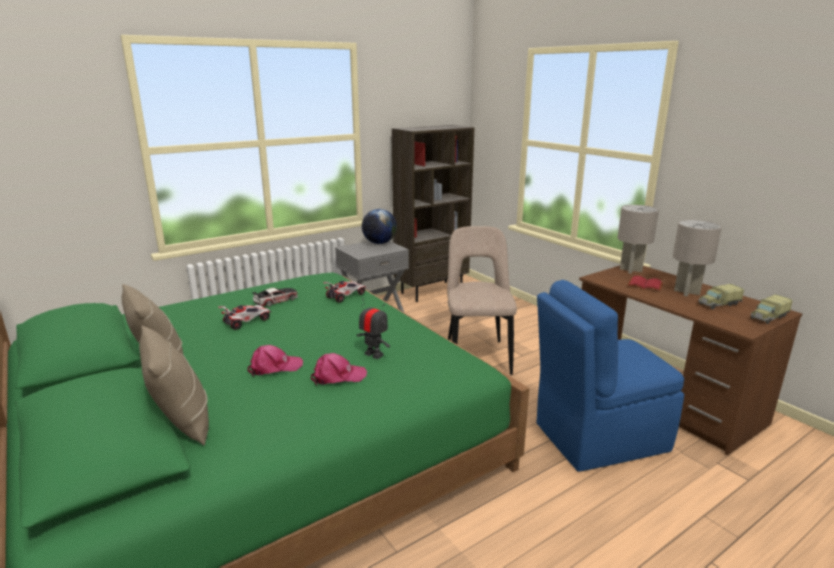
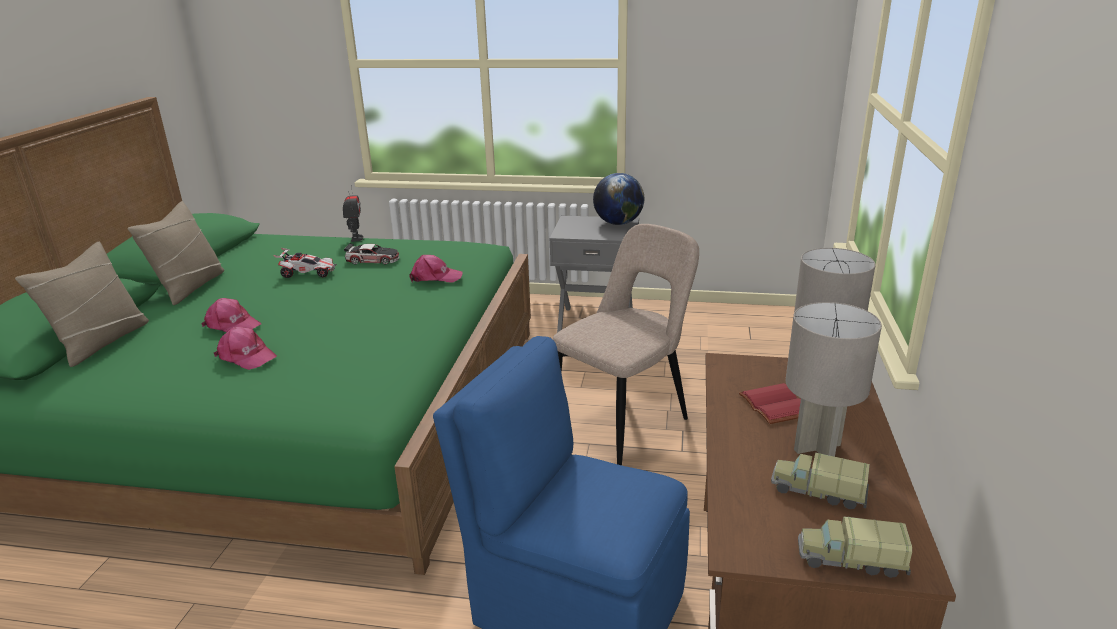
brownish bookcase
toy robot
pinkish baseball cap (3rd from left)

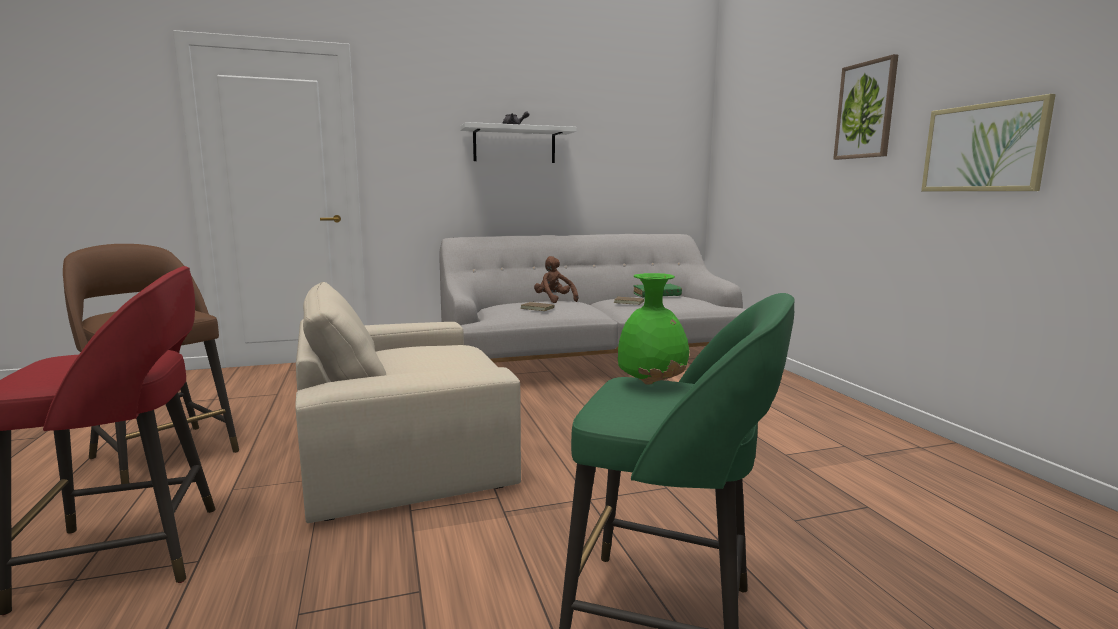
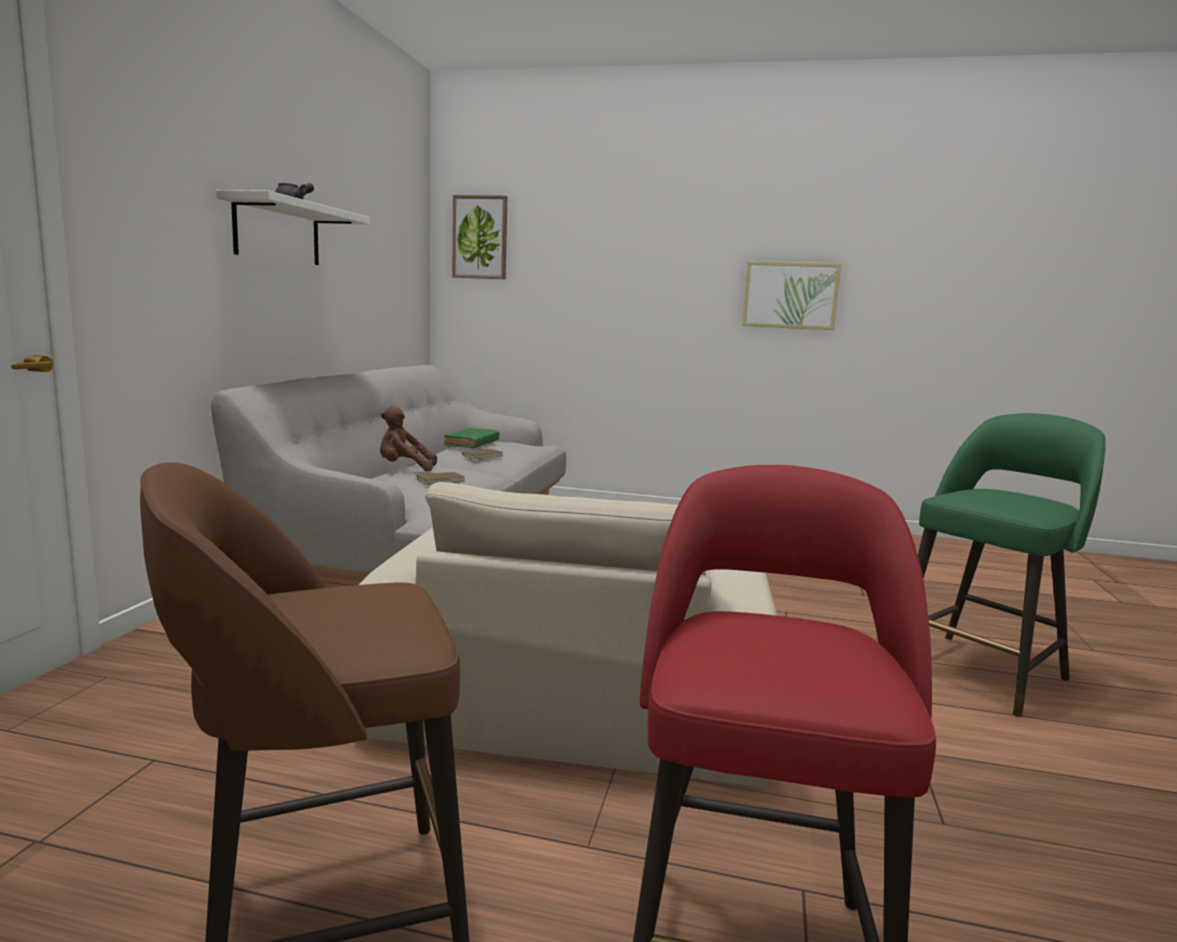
green decorative vase
picture (1st from left)

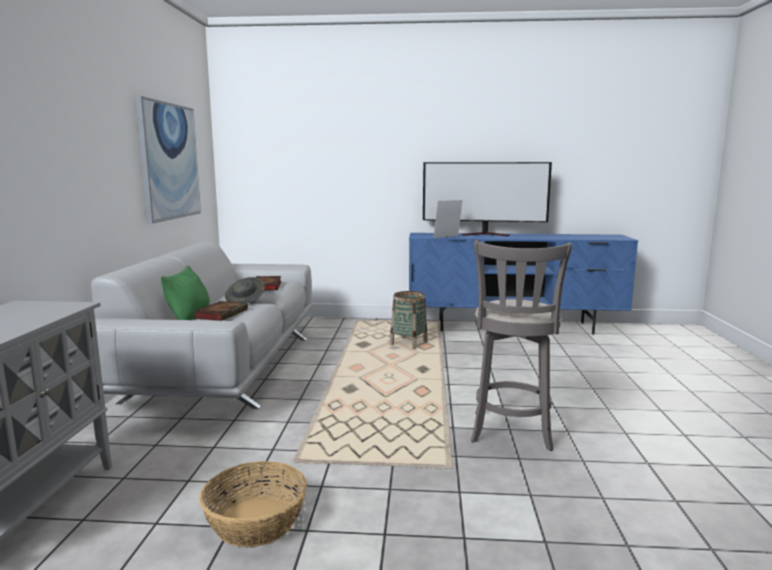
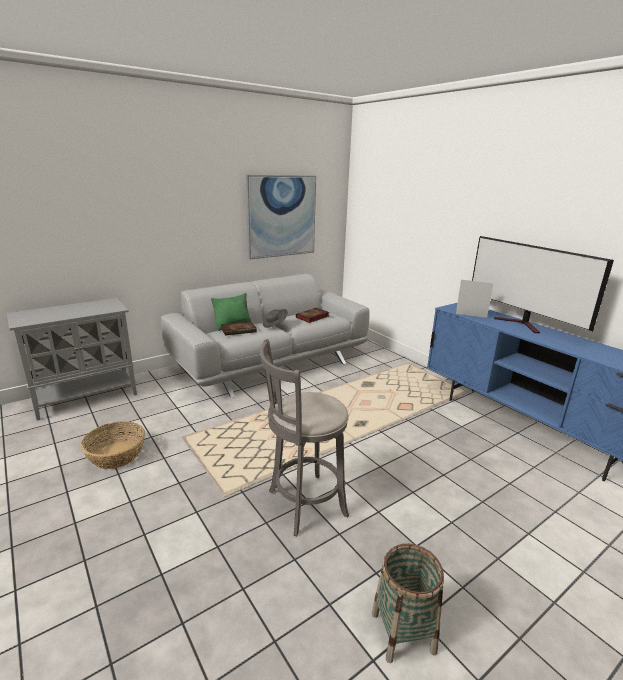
storage basket (2nd from left)

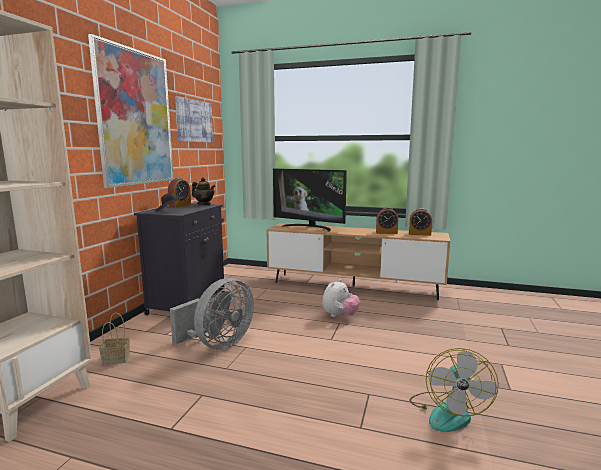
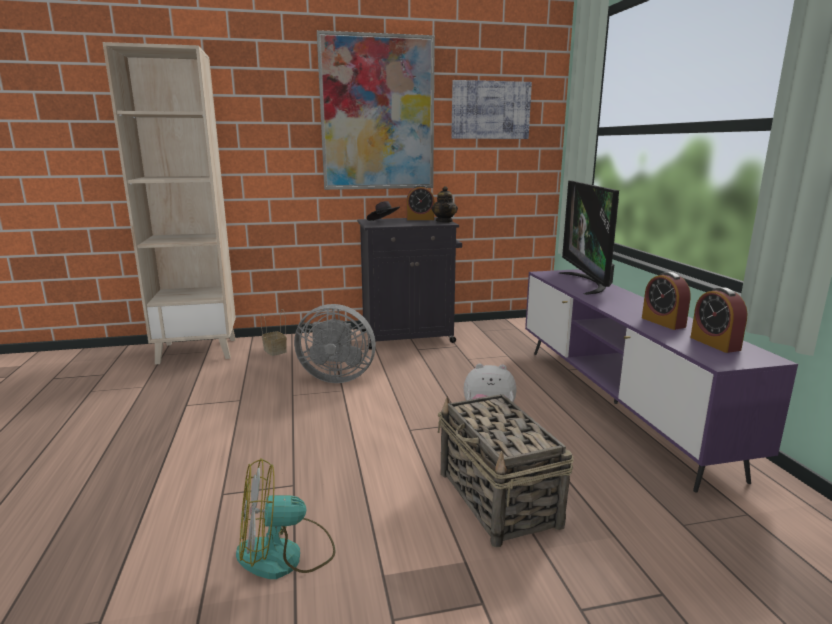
storage basket (2nd from left)
purple-coloured tv stand

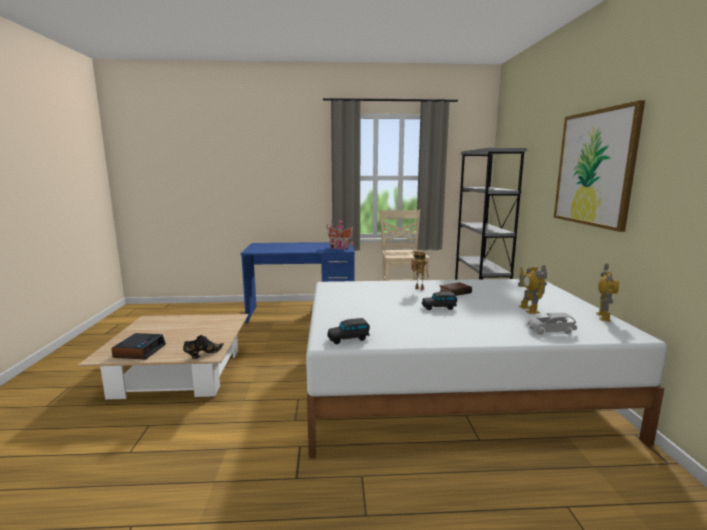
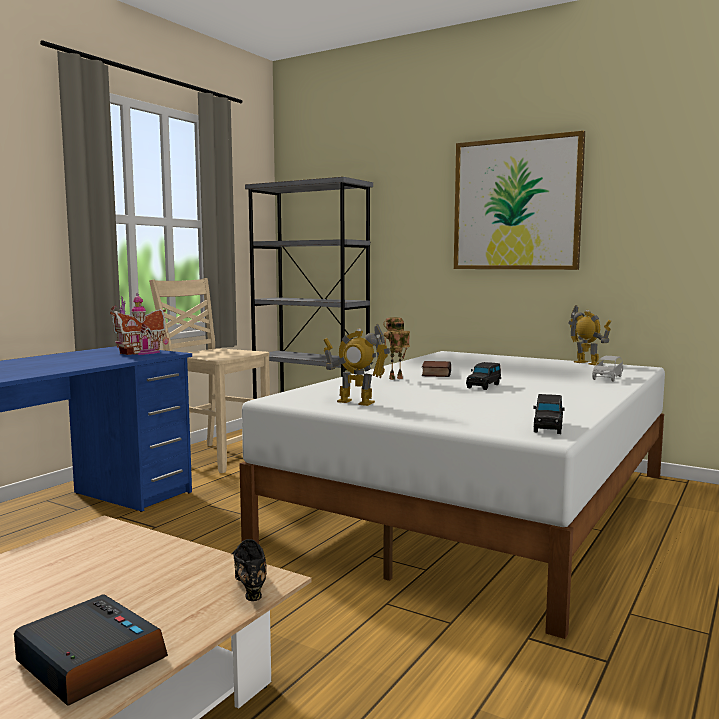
toy robot (1st from left)

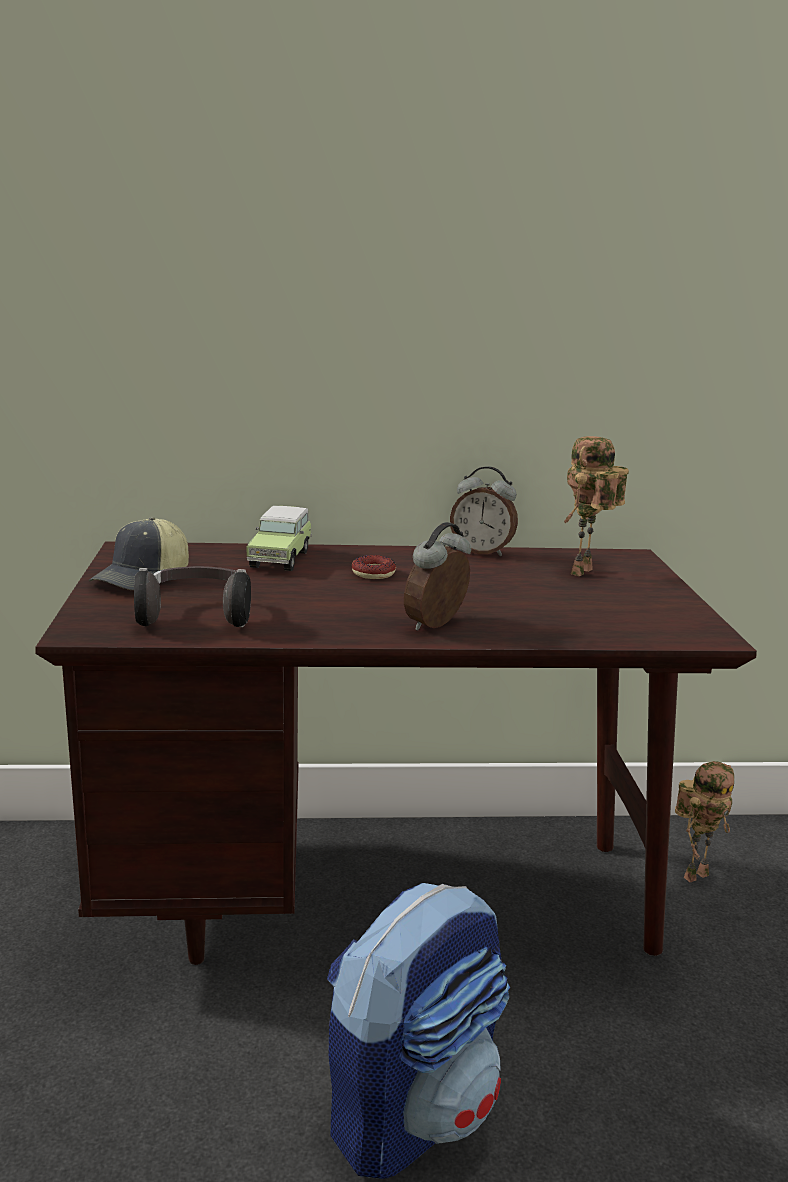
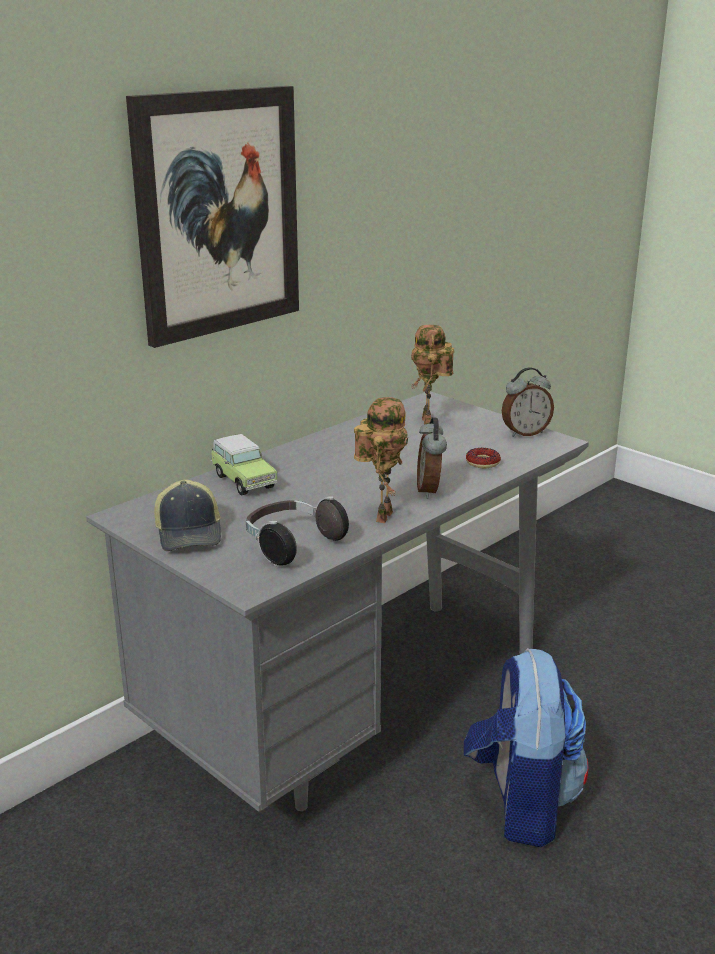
picture
ring doughnut
bedside clock (2nd from left)
toy robot (1st from left)
greyish desk unit

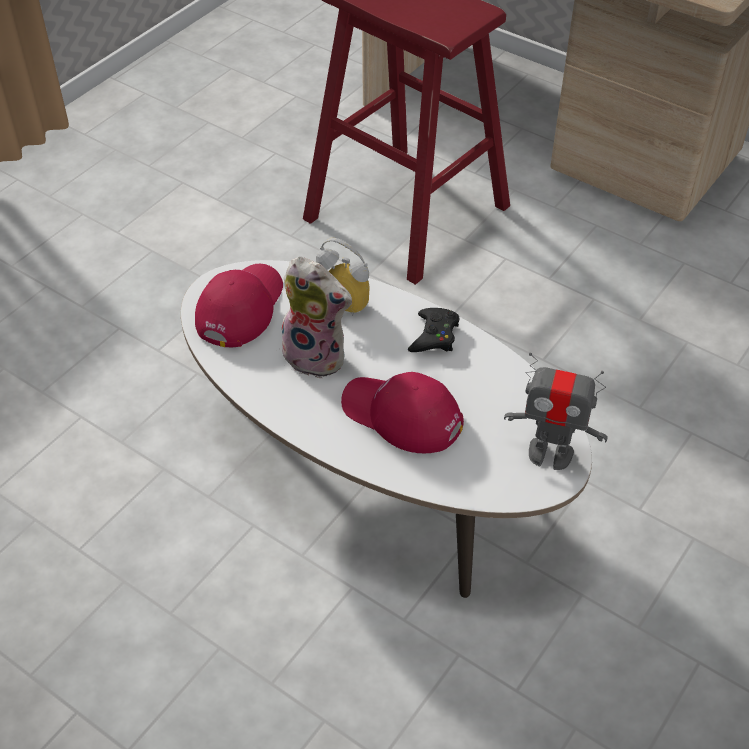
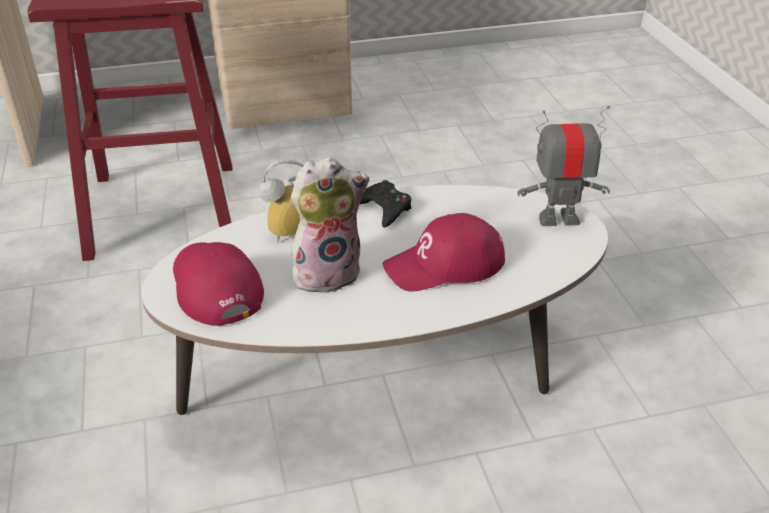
toy robot

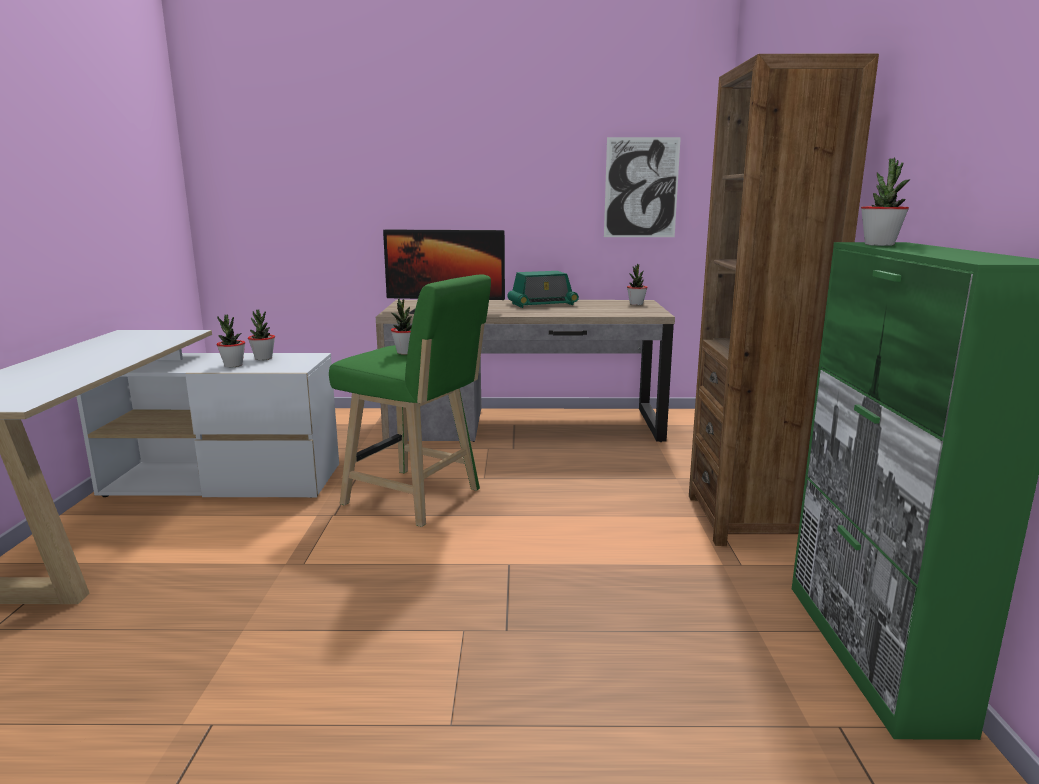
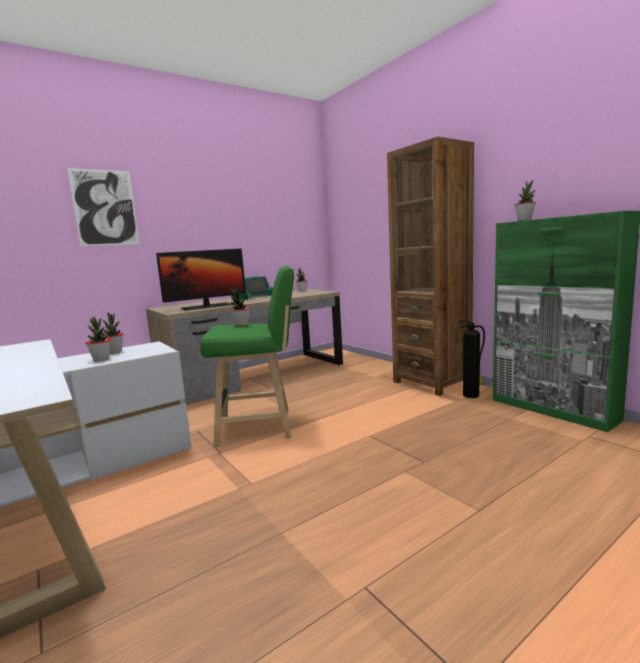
fire-fighting cylinder
picture

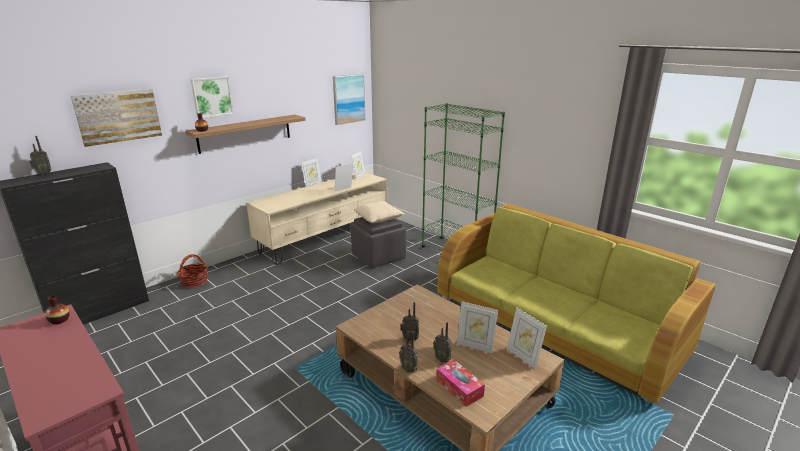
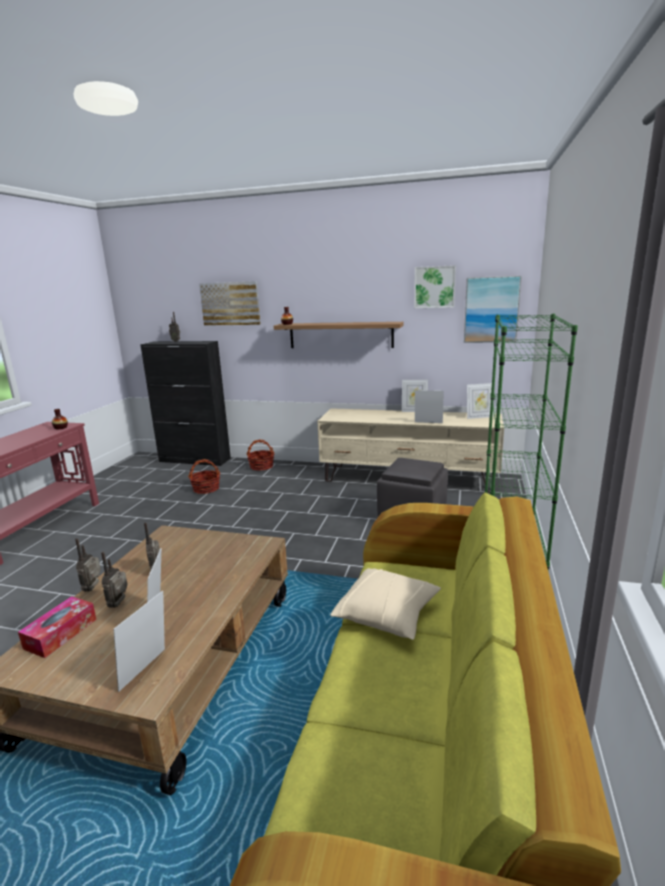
storage basket (1st from left)
picture (2nd from left)
sand-coloured cushion

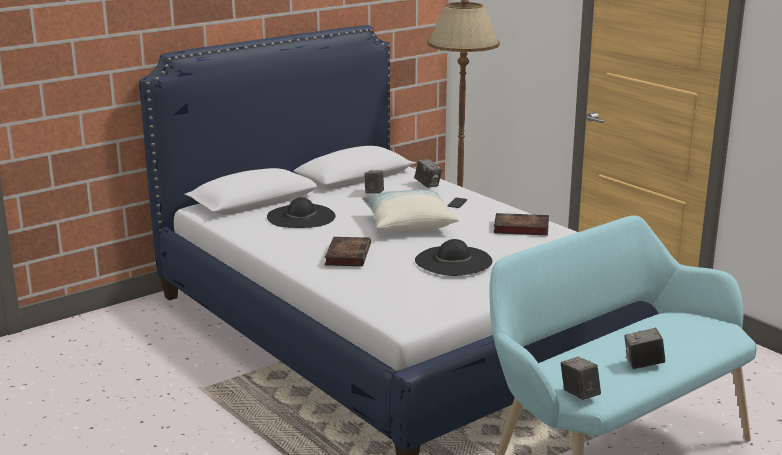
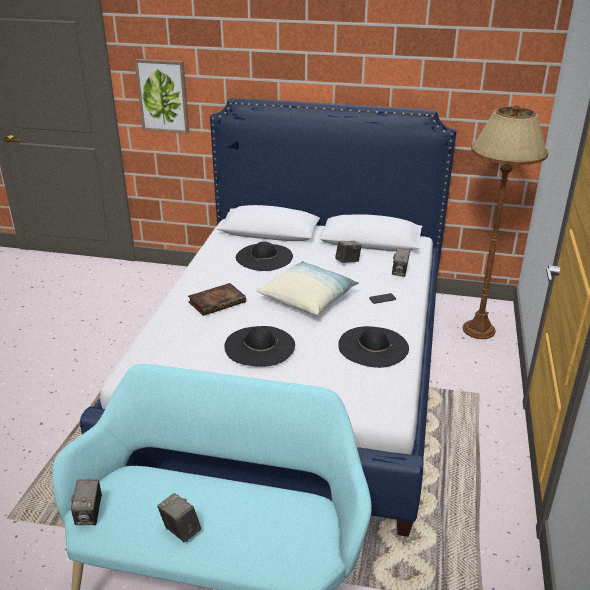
picture
black wearable hat (3rd from left)
photo camera (1st from left)

